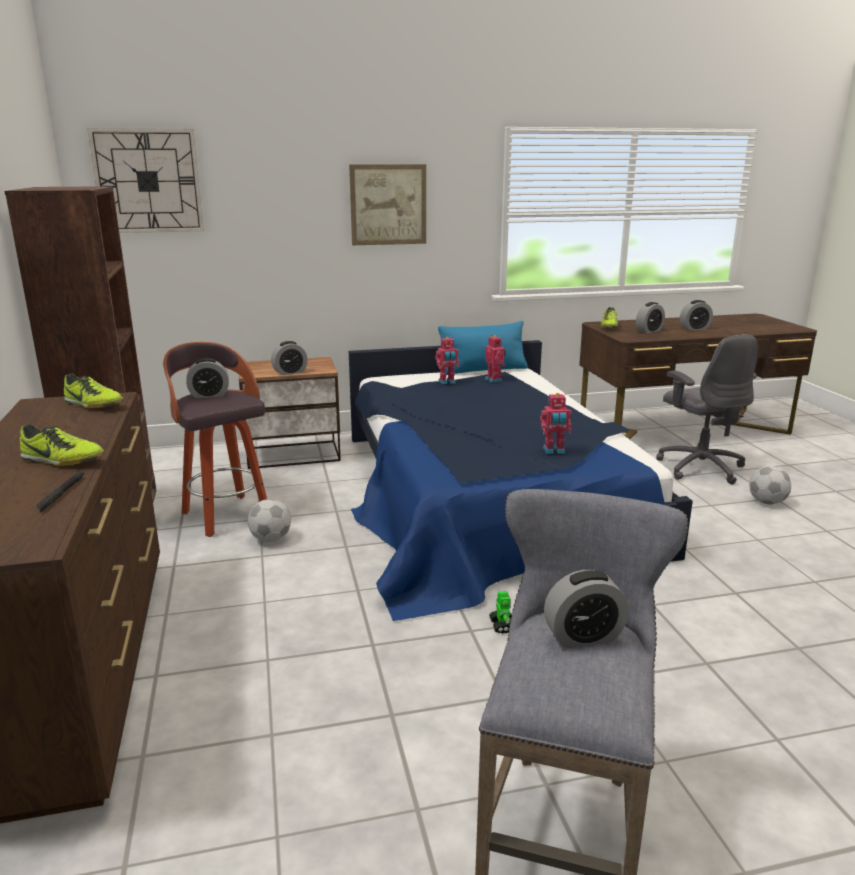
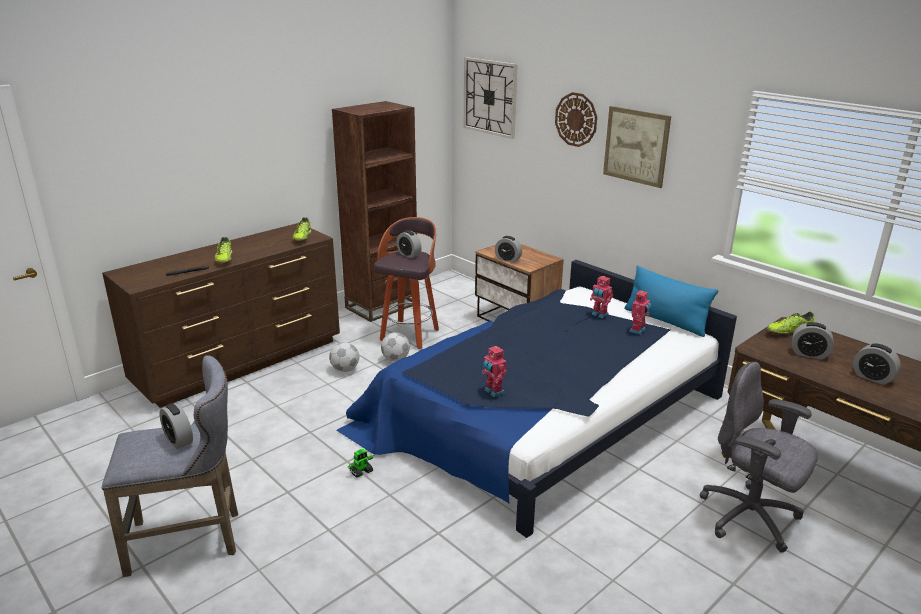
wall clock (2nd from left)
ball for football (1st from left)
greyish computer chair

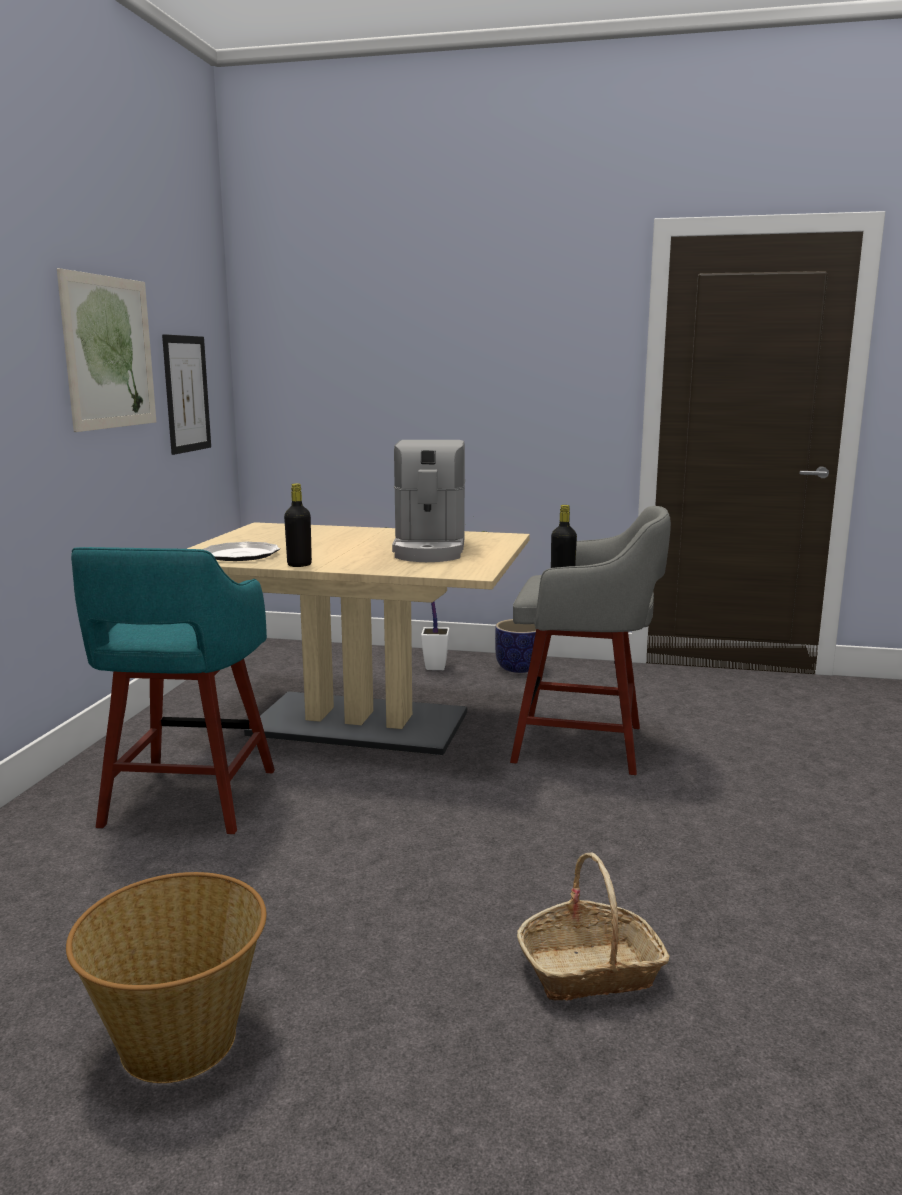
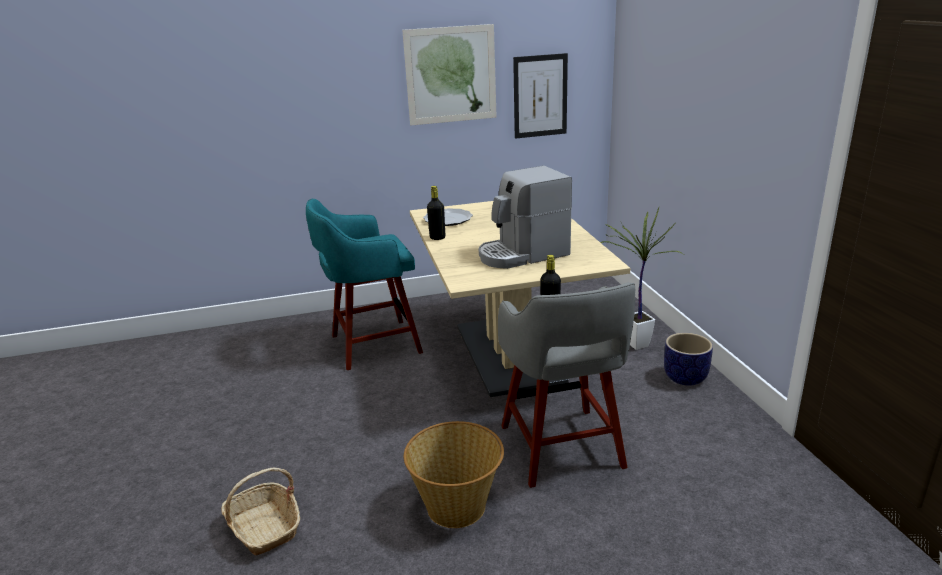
storage basket (2nd from left)

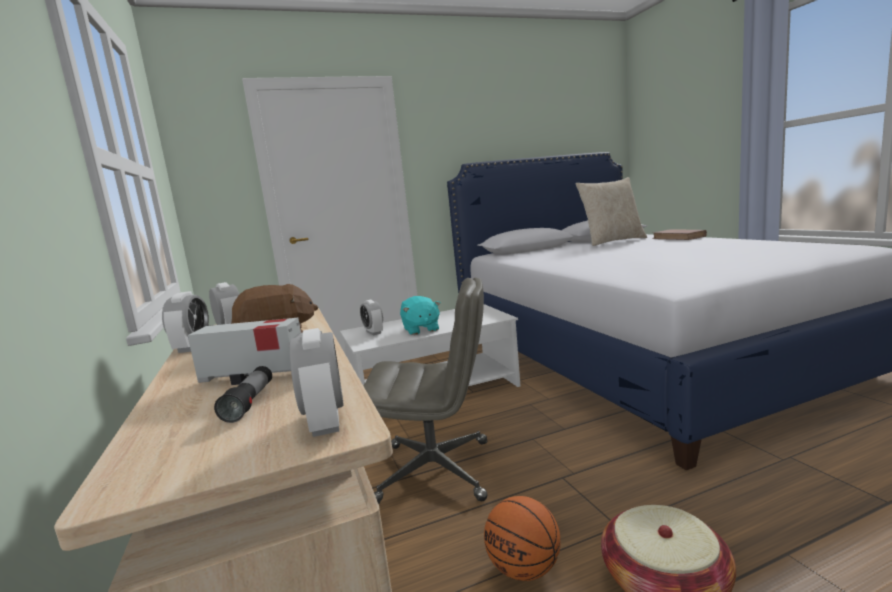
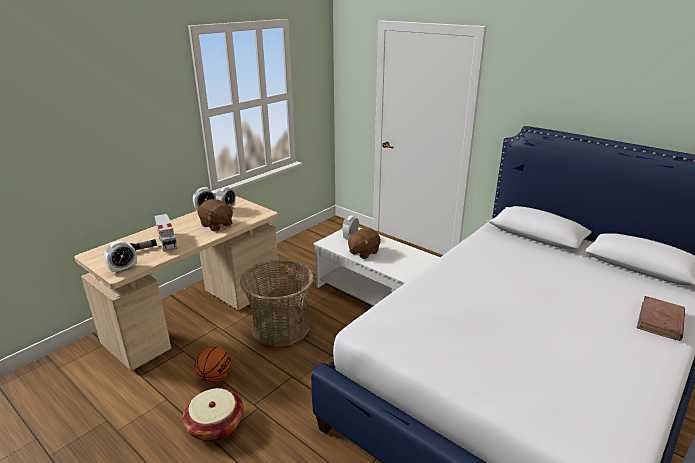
sand-coloured cushion
storage basket (2nd from left)
brownish plush toy (2nd from left)

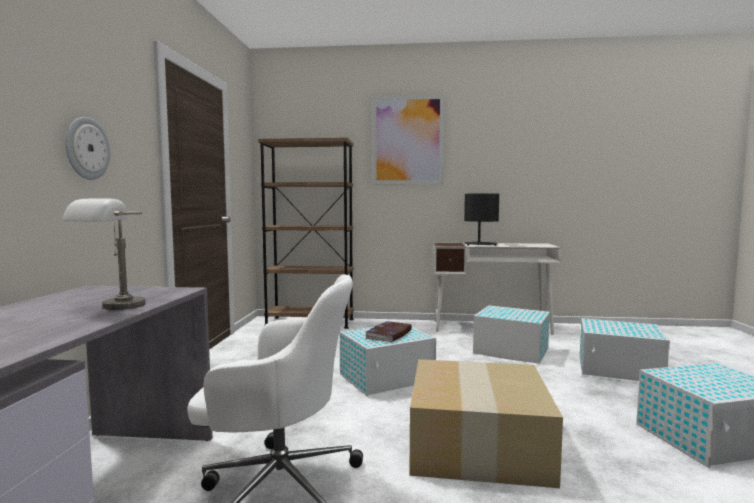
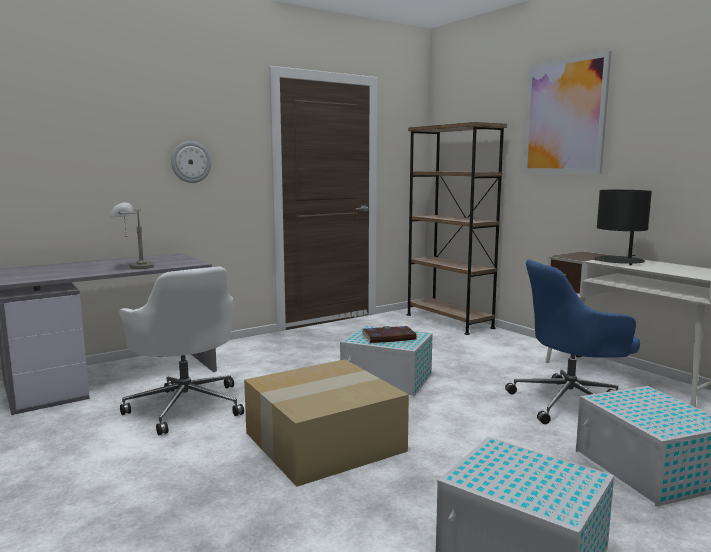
blue computer chair

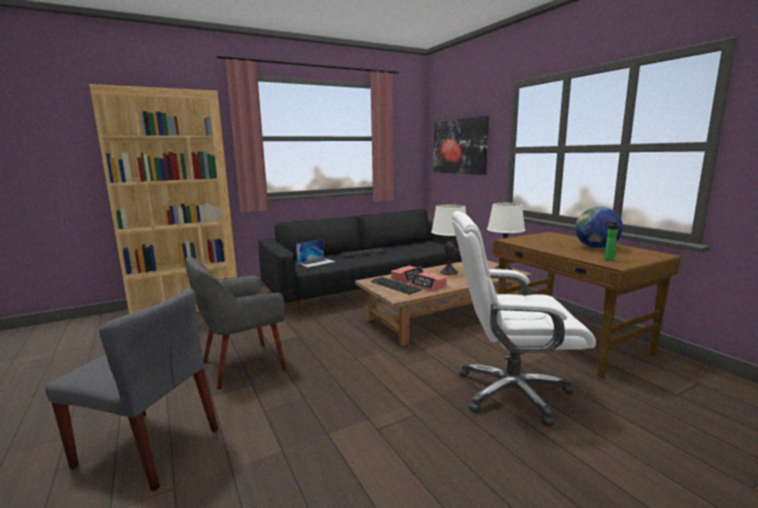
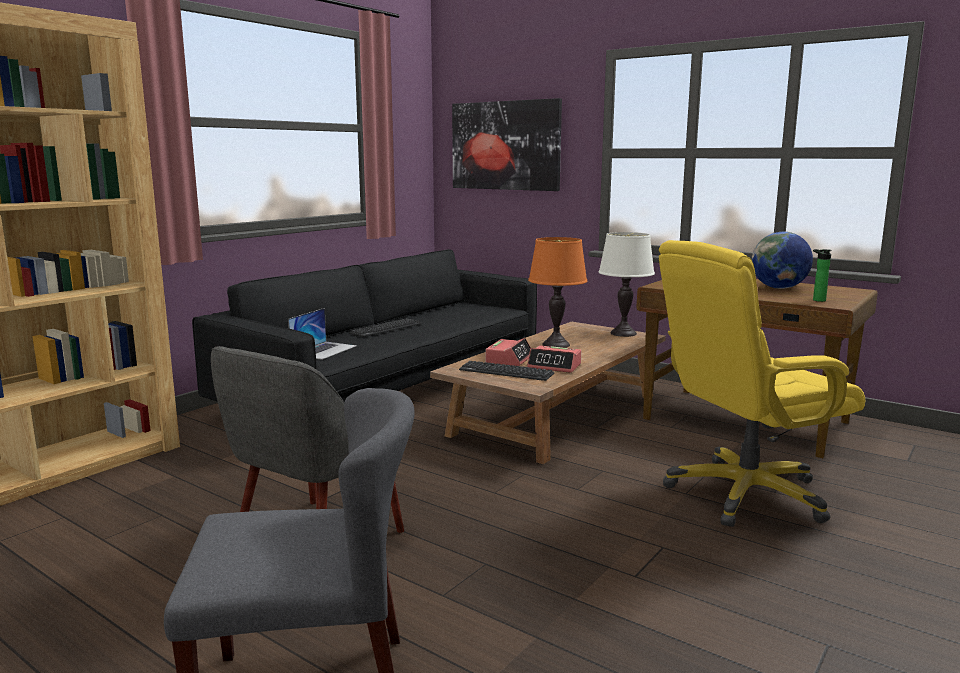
orangey lamp for a table
yellow-coloured computer chair

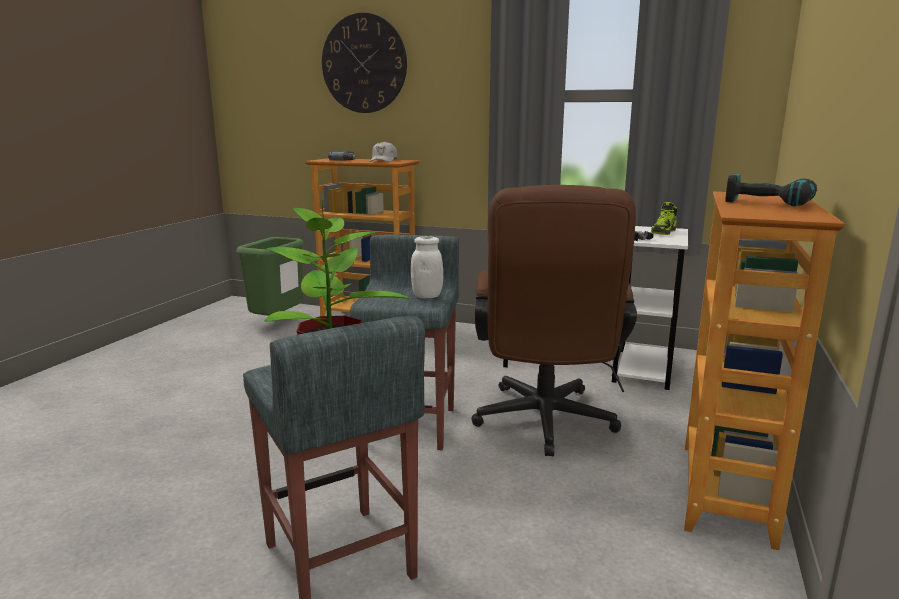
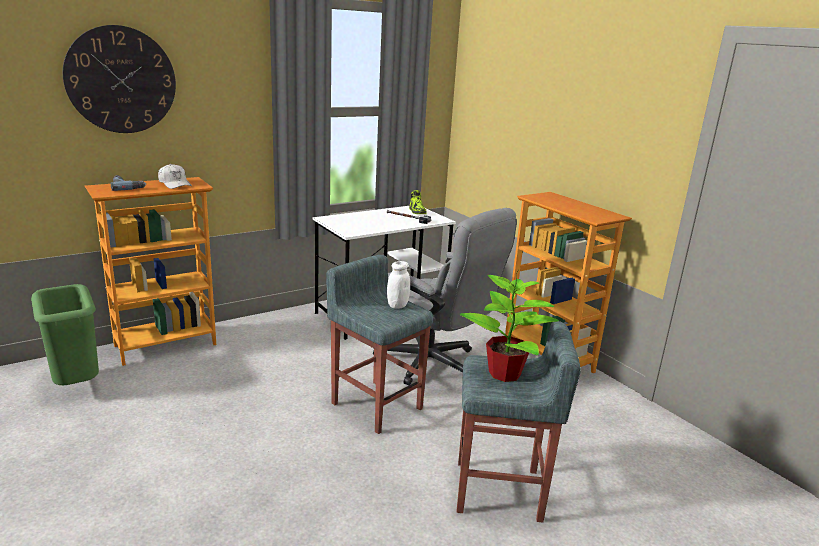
drill (2nd from left in the first image)
greyish computer chair

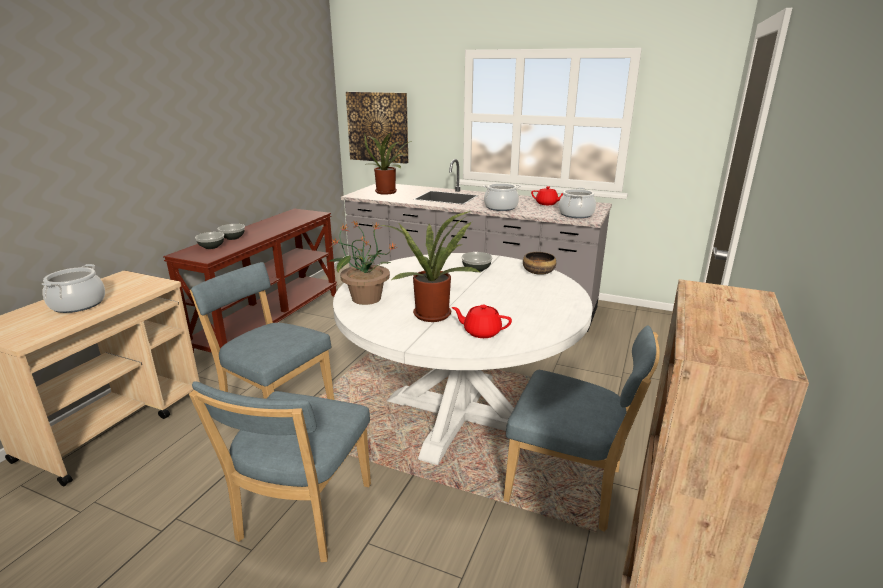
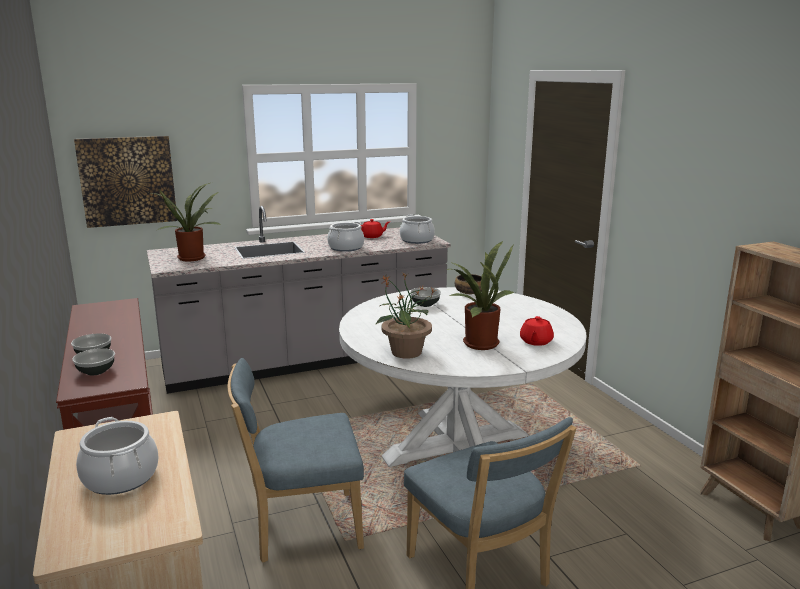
blue upright chair (3rd from left in the first image)
reddish teapot (2nd from left)

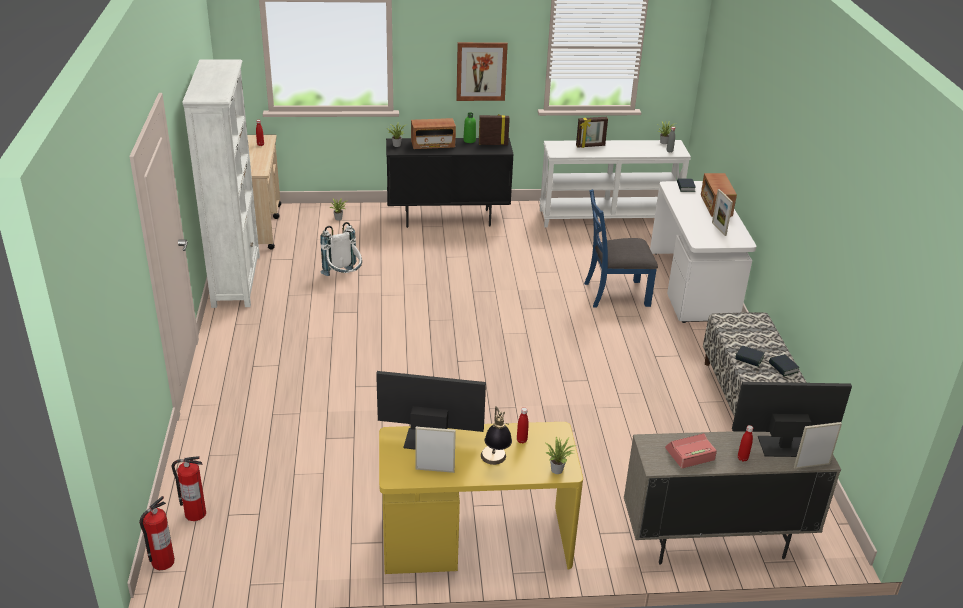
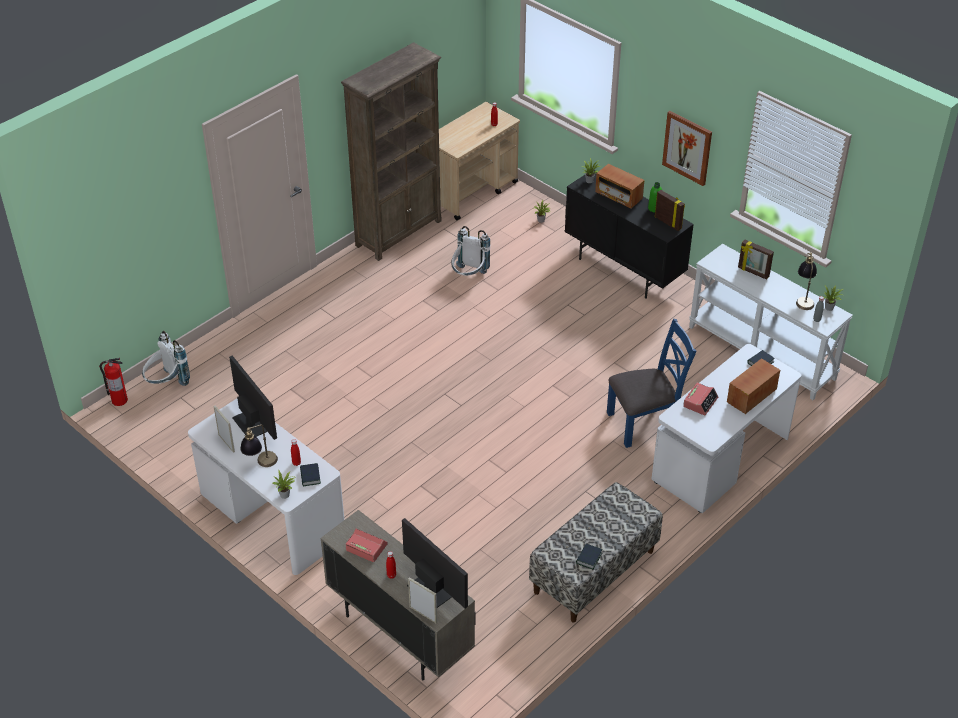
standing frame (4th from left in the first image)
bedside clock (2nd from left)
lamp for a table (2nd from left)
bound book (1st from left)
whitish backpack (1st from left)
brownish bookcase
whitish desk unit (1st from left)
blue upright chair

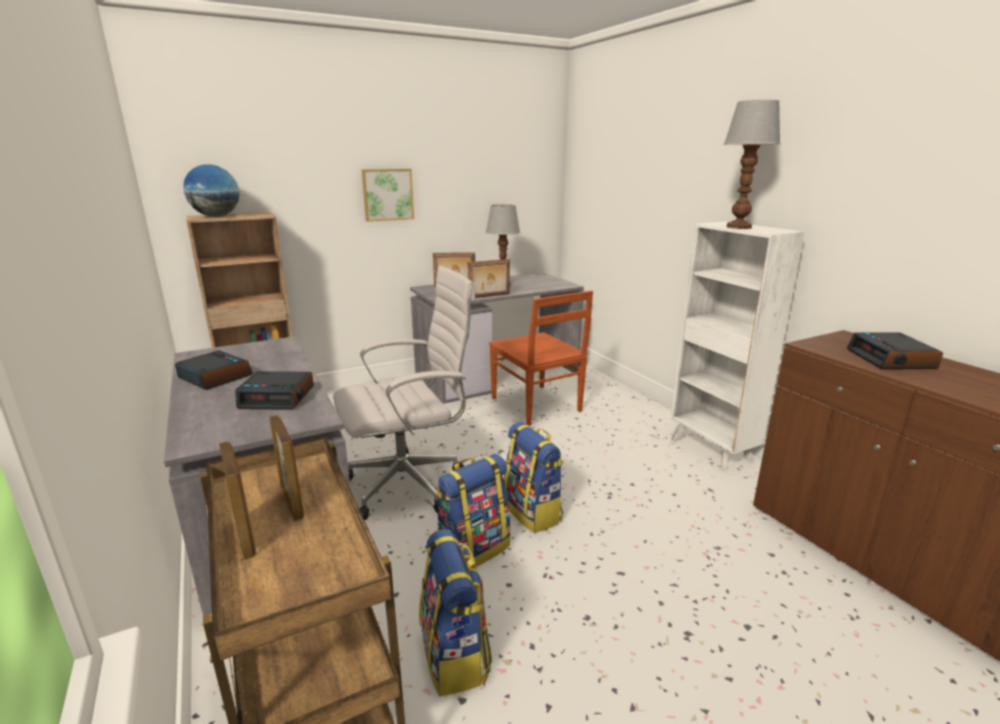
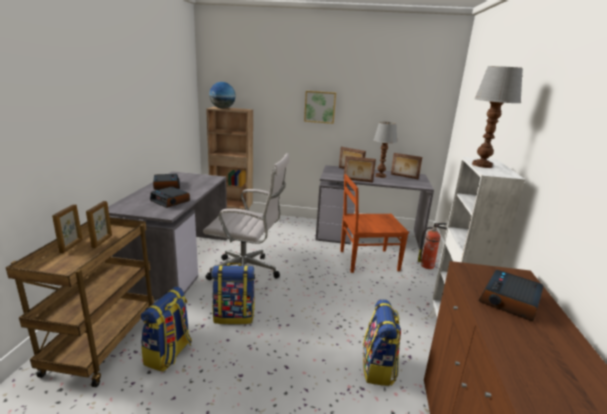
standing frame (5th from left)
fire-fighting cylinder
backpack (3rd from left)
brownish upright chair

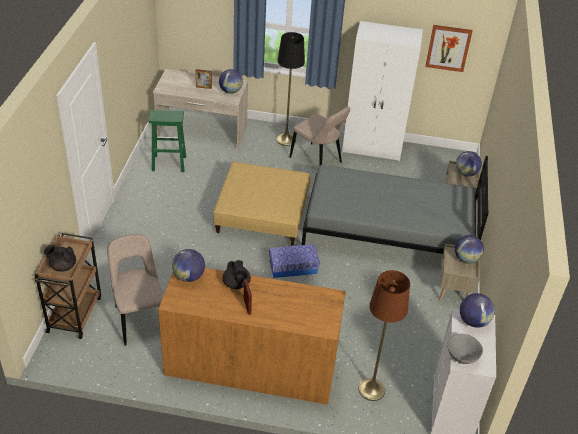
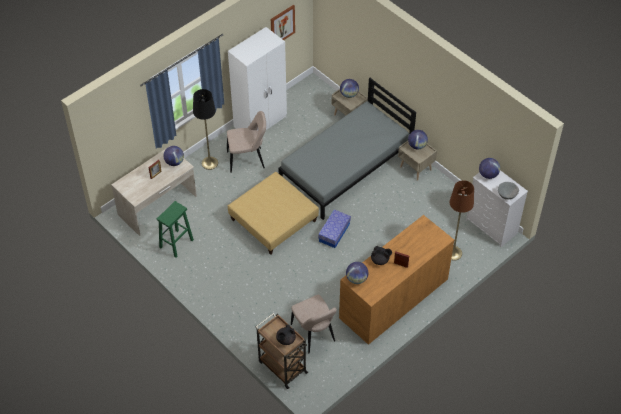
sand-coloured upright chair (2nd from left)

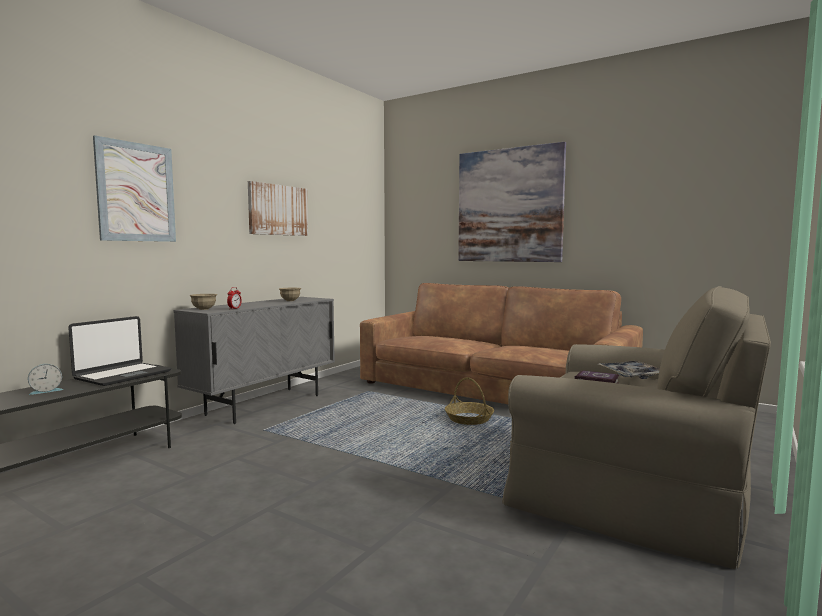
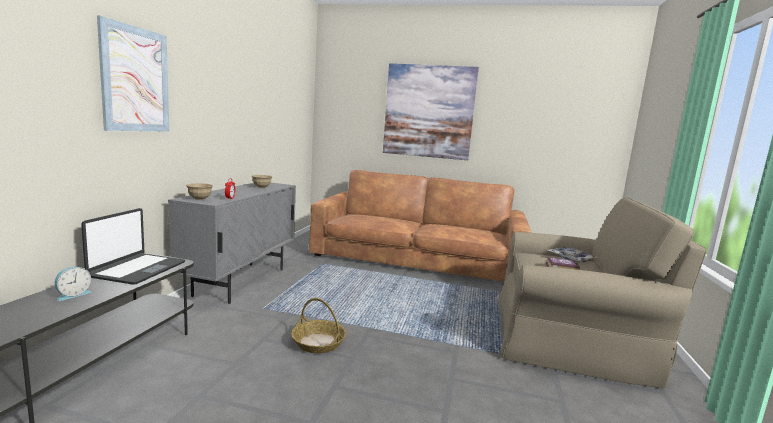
picture (2nd from left in the first image)
storage basket

